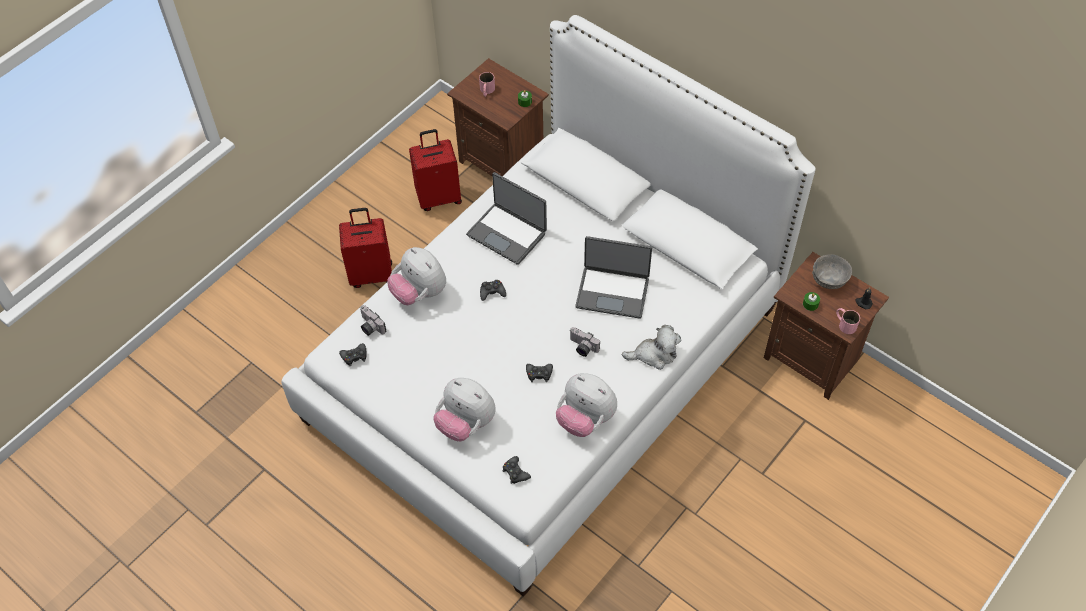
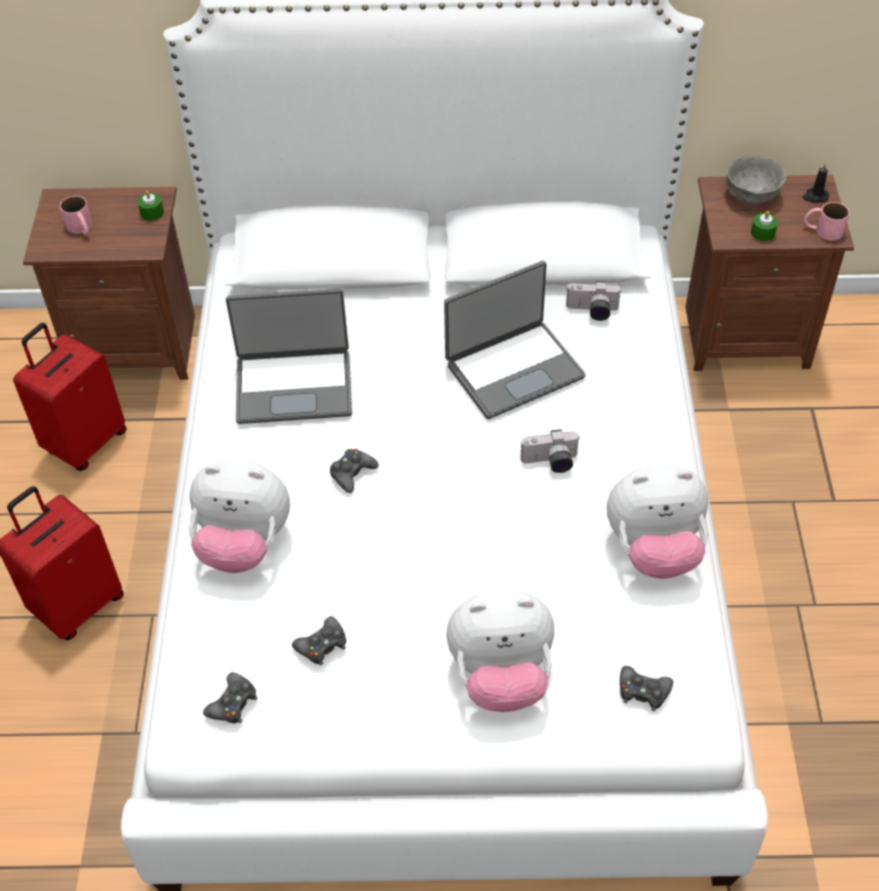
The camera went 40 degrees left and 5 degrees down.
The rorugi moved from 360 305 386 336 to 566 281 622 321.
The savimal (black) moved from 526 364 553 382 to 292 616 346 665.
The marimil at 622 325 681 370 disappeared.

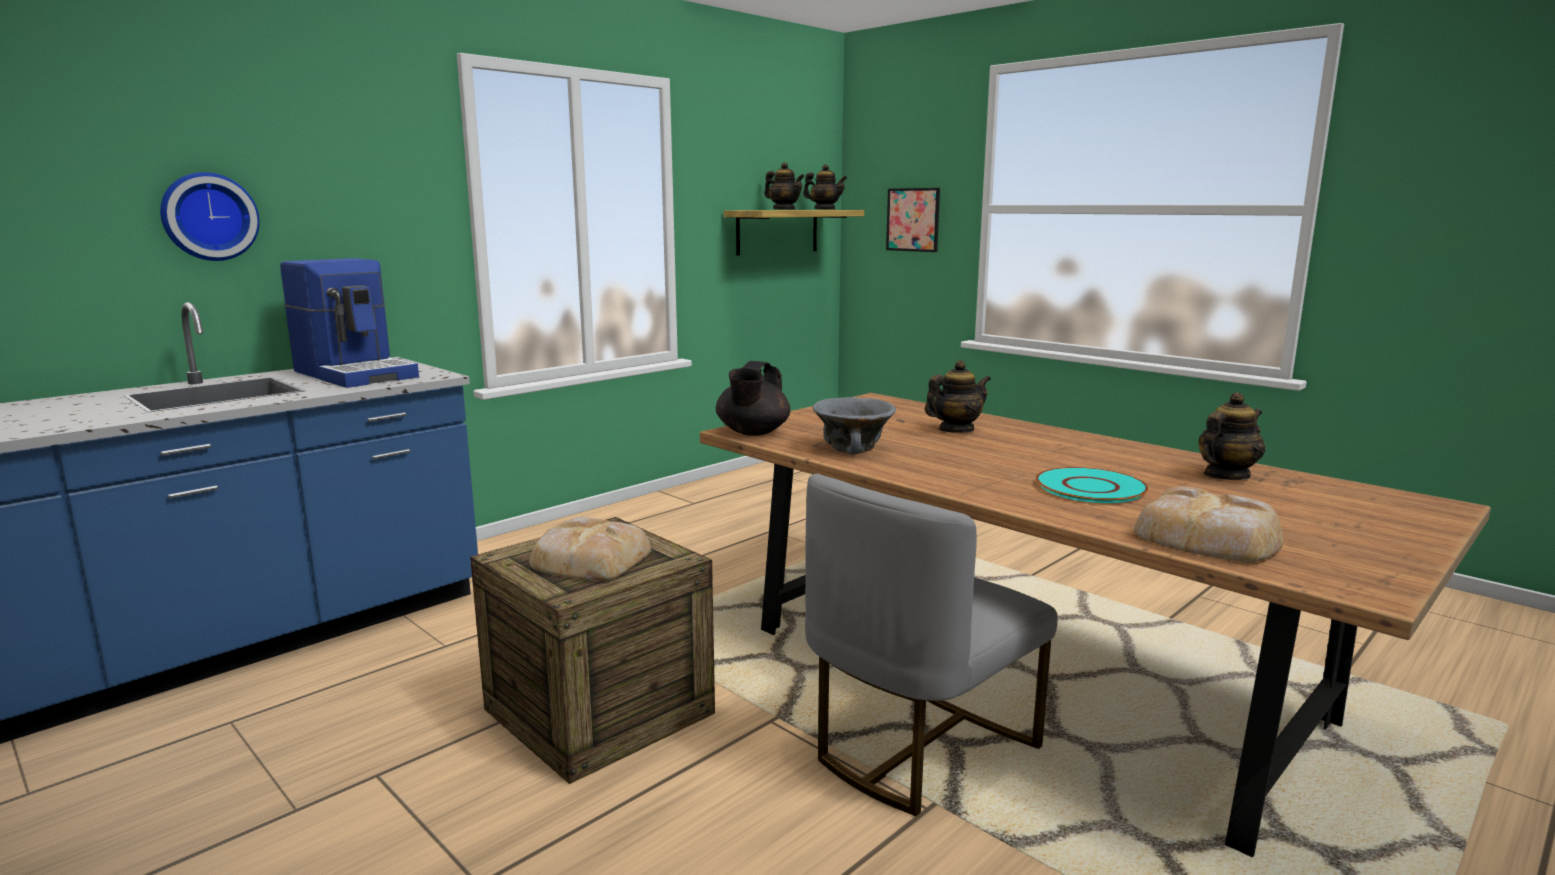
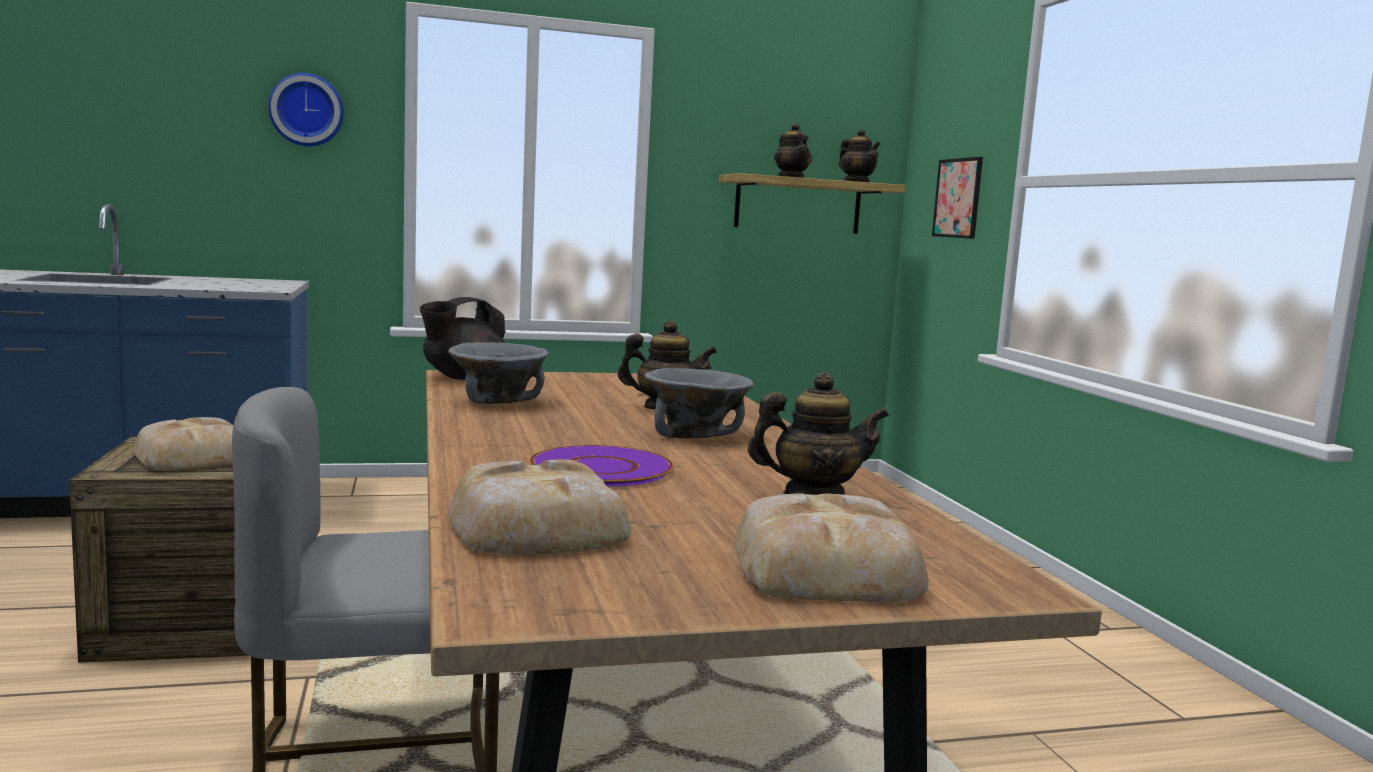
The camera went 30 degrees right and 5 degrees down.
The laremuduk moved from 160 172 260 261 to 268 73 344 146.
The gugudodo at 280 258 419 388 disappeared.
The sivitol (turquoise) at 1035 467 1149 503 became the sivitol (purple) at 530 445 673 487.
The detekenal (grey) at 644 368 754 438 appeared.
The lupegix at 735 493 928 602 appeared.

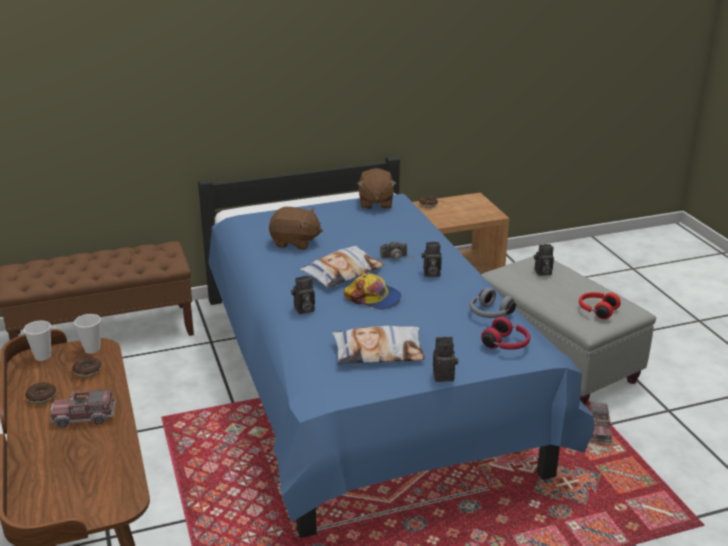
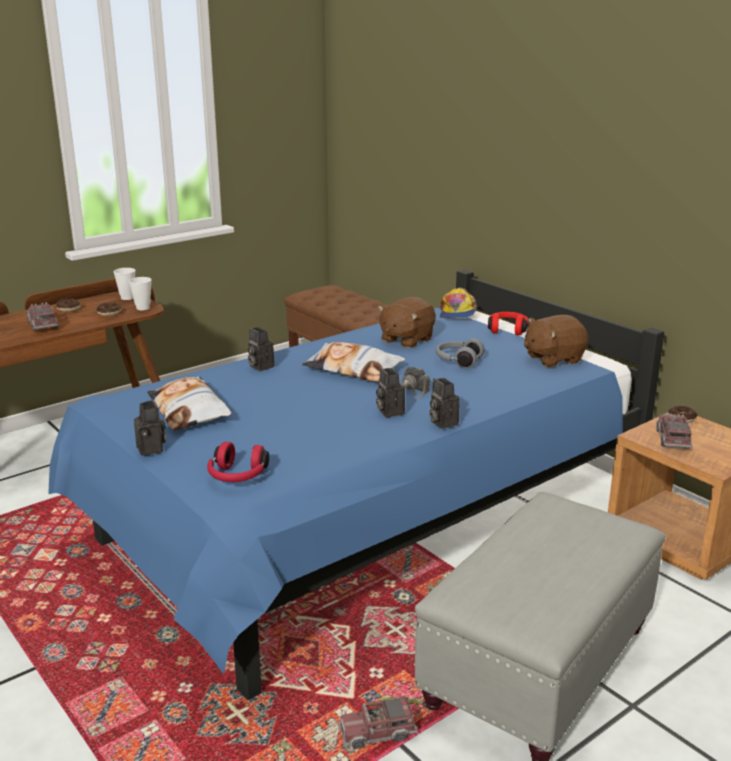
The camera went 70 degrees right and 5 degrees down.
The marimil (brown) at 269 207 323 250 turned 45 degrees clockwise.
The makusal moved from 344 273 402 310 to 440 288 477 319.
The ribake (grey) moved from 470 288 516 318 to 436 338 484 368.
The rorugi moved from 534 244 554 276 to 429 378 460 429.
The ribake (red) moved from 579 292 621 319 to 488 312 529 335.
The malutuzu at 656 414 692 449 appeared.

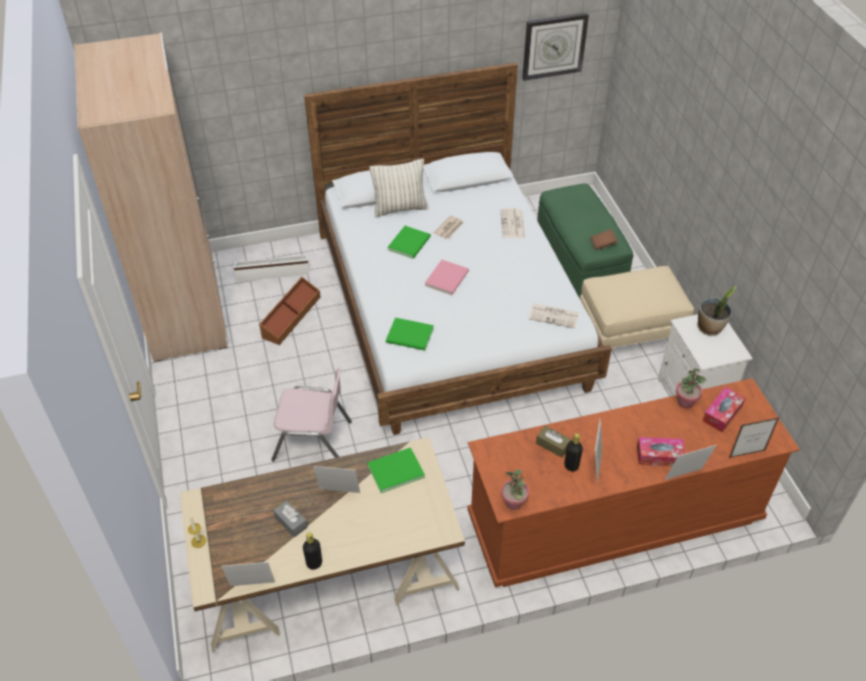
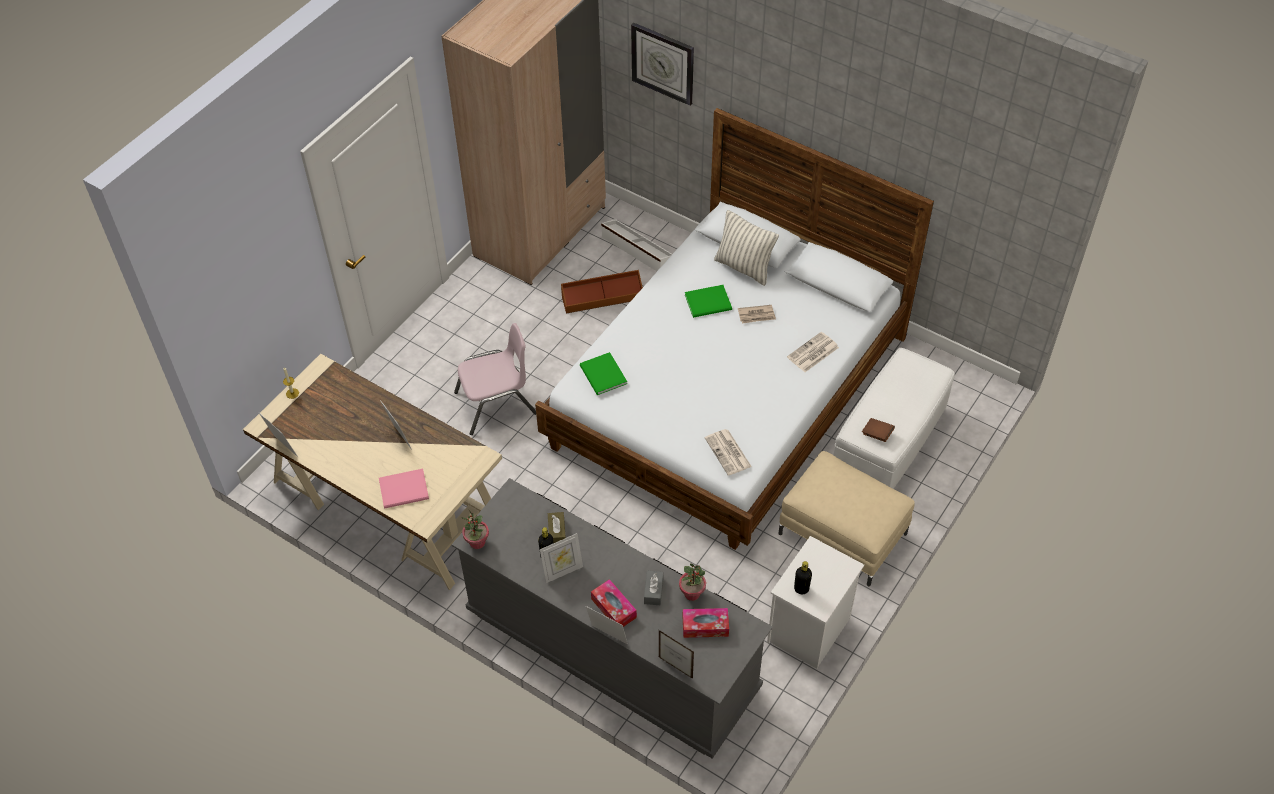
The camera went 50 degrees right and 5 degrees up.
The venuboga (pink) at 271 368 352 461 turned 75 degrees counterclockwise.
The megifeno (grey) moved from 273 501 308 537 to 644 571 663 605.
The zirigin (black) moved from 303 533 322 570 to 794 561 812 594.
The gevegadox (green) at 367 447 425 493 disappeared.
The gevegadox (pink) moved from 425 260 469 295 to 379 469 429 509.
The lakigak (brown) at 468 378 800 587 became the lakigak (grey) at 451 478 773 759.
The laremuduk moved from 522 13 589 81 to 631 23 694 106.
The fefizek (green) at 537 184 633 298 became the fefizek (white) at 833 348 955 489.
The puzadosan at 697 286 737 336 disappeared.

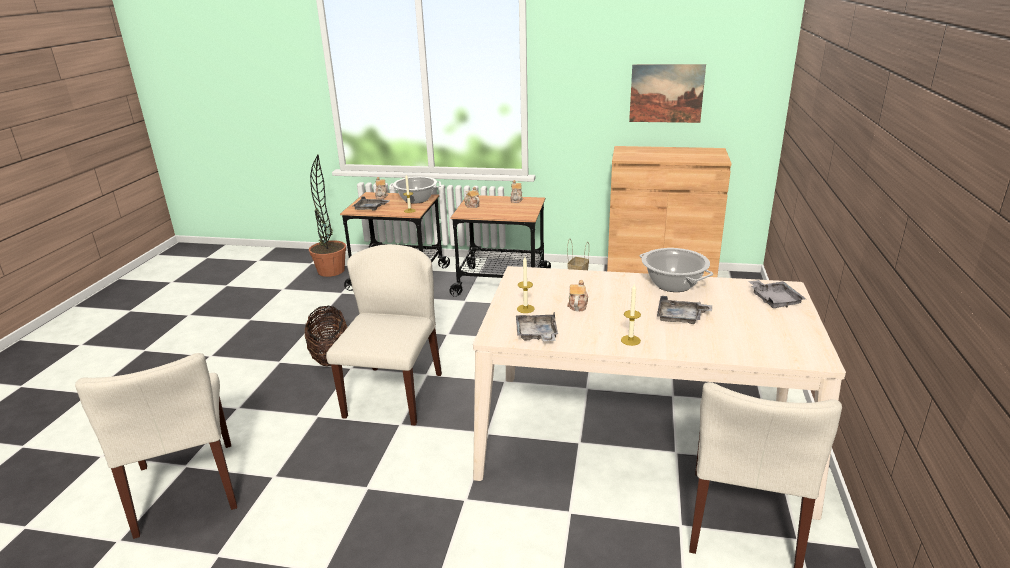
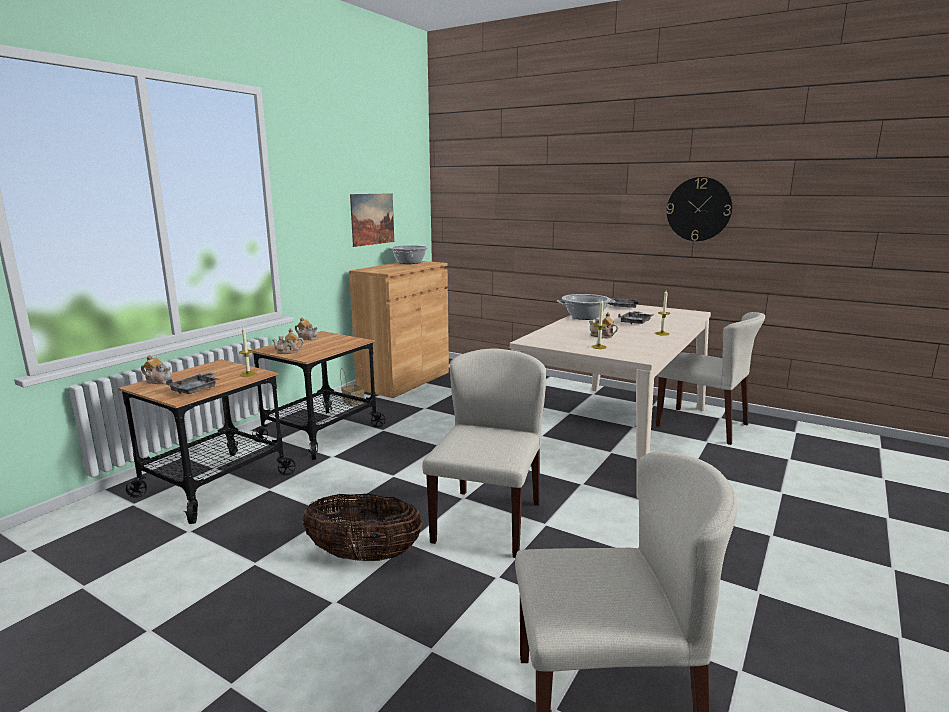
The camera went 70 degrees left and 10 degrees down.
The puzadosan at 309 154 346 277 disappeared.
The venuboga (beige) at 326 244 442 426 turned 75 degrees clockwise.
The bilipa moved from 389 177 441 204 to 390 245 429 264.
The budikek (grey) at 516 312 558 341 disappeared.
The laremuduk at 667 177 732 241 appeared.

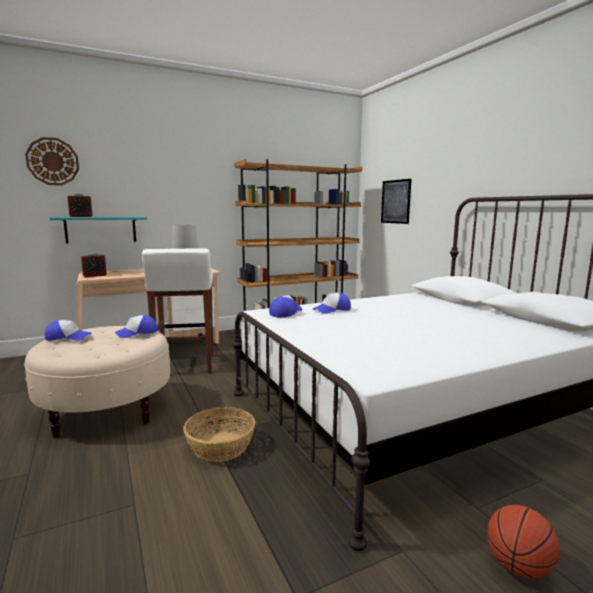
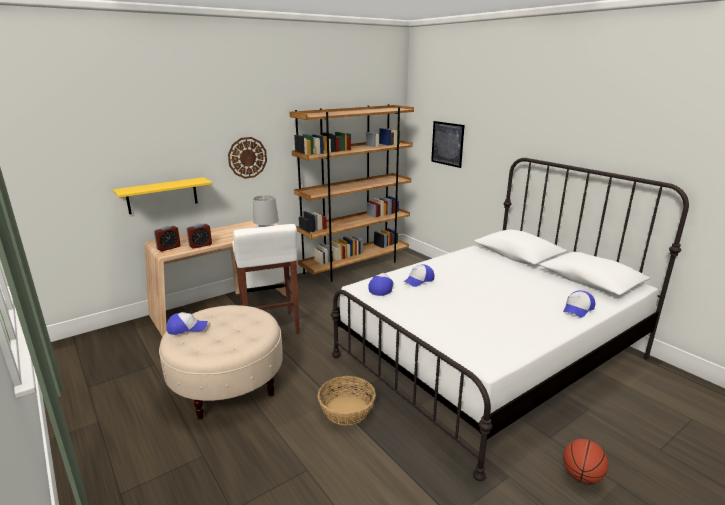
The camera went 10 degrees left and 10 degrees up.
The laremuduk moved from 25 137 79 185 to 228 137 267 179.
The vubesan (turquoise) at 50 217 147 244 became the vubesan (yellow) at 113 177 212 214.
The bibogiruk moved from 67 193 92 217 to 186 223 212 249.
The makusal moved from 114 315 157 338 to 563 290 595 318.

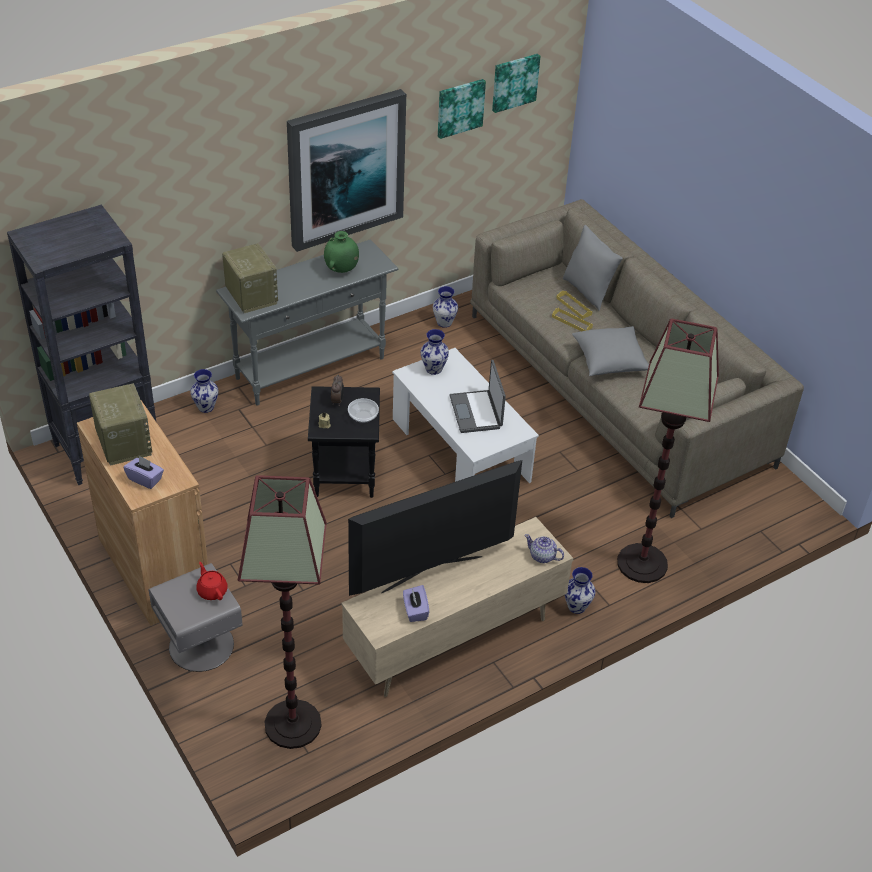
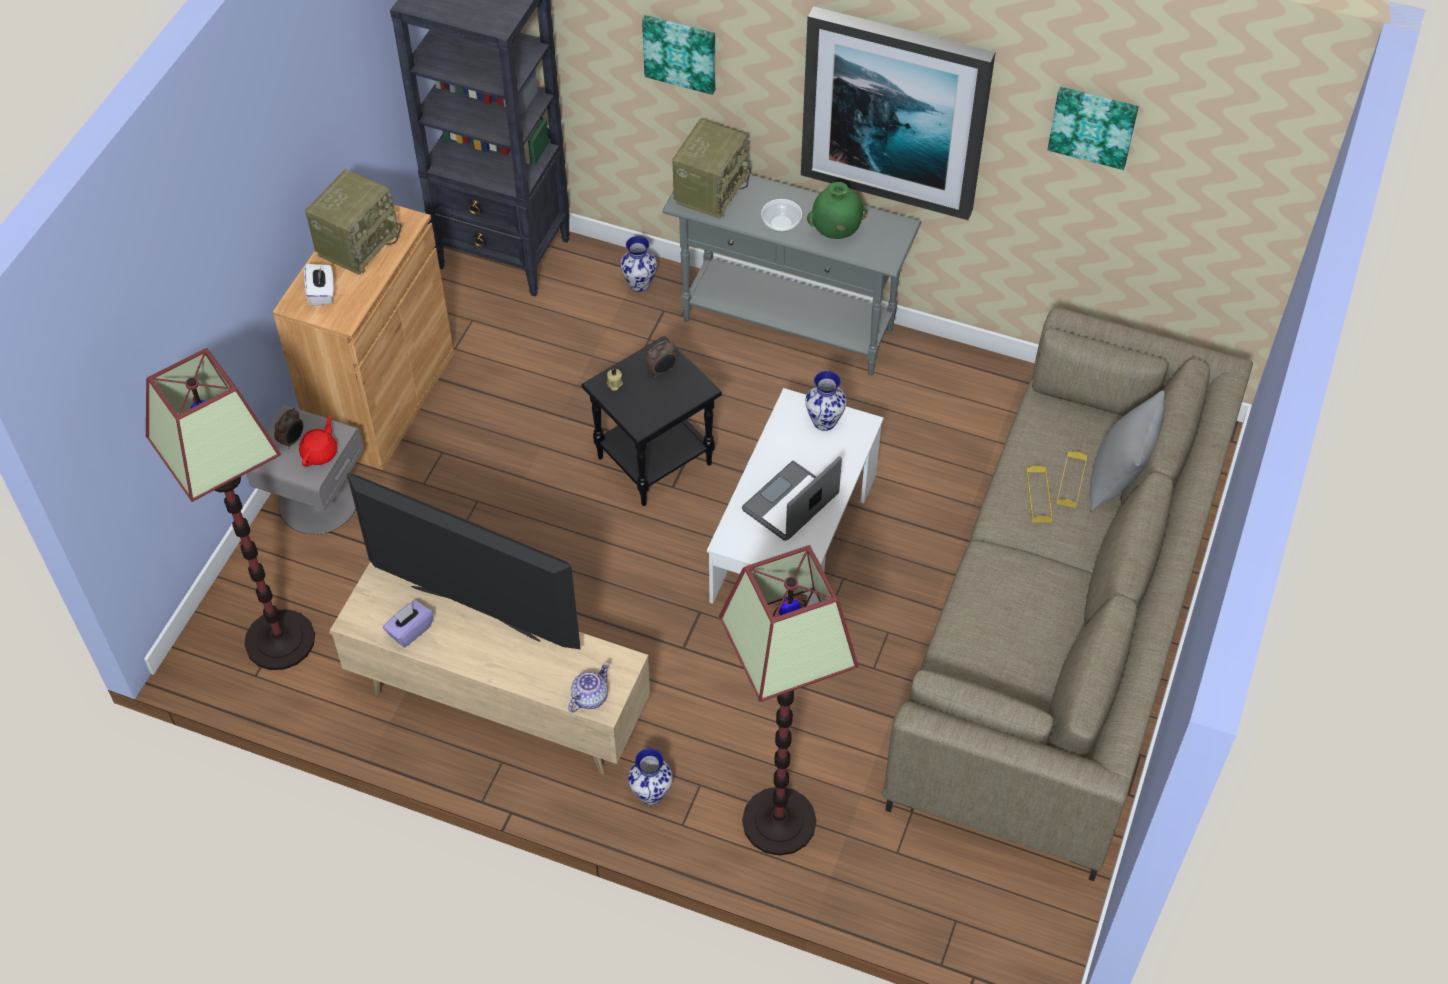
The camera went 55 degrees right and 10 degrees up.
The megifeno (purple) at 124 455 164 489 became the megifeno (white) at 304 264 334 306.
The detekenal moved from 348 398 379 423 to 761 199 802 232.
The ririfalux at 433 286 458 328 disappeared.
The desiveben moved from 492 54 540 113 to 642 15 715 95.
The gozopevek at 524 534 564 563 turned 45 degrees clockwise.
The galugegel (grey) at 572 326 649 376 disappeared.
The bibogiruk at 274 408 303 449 appeared.

